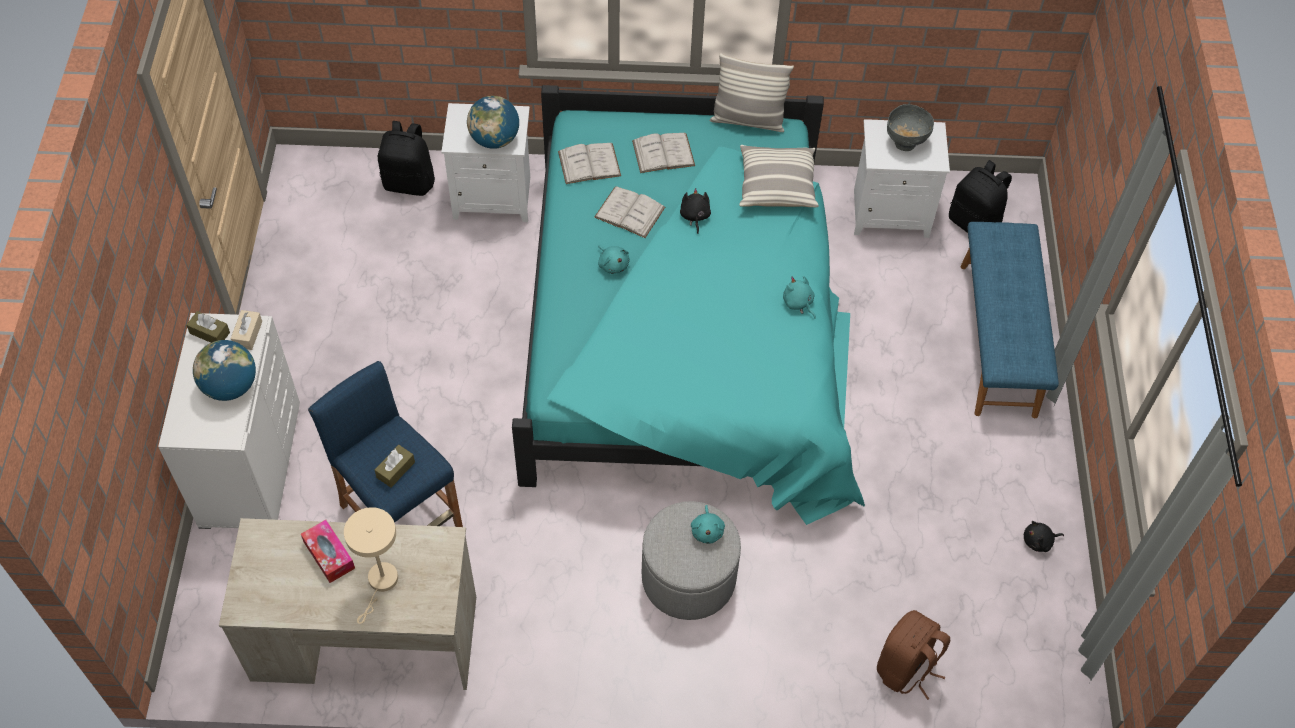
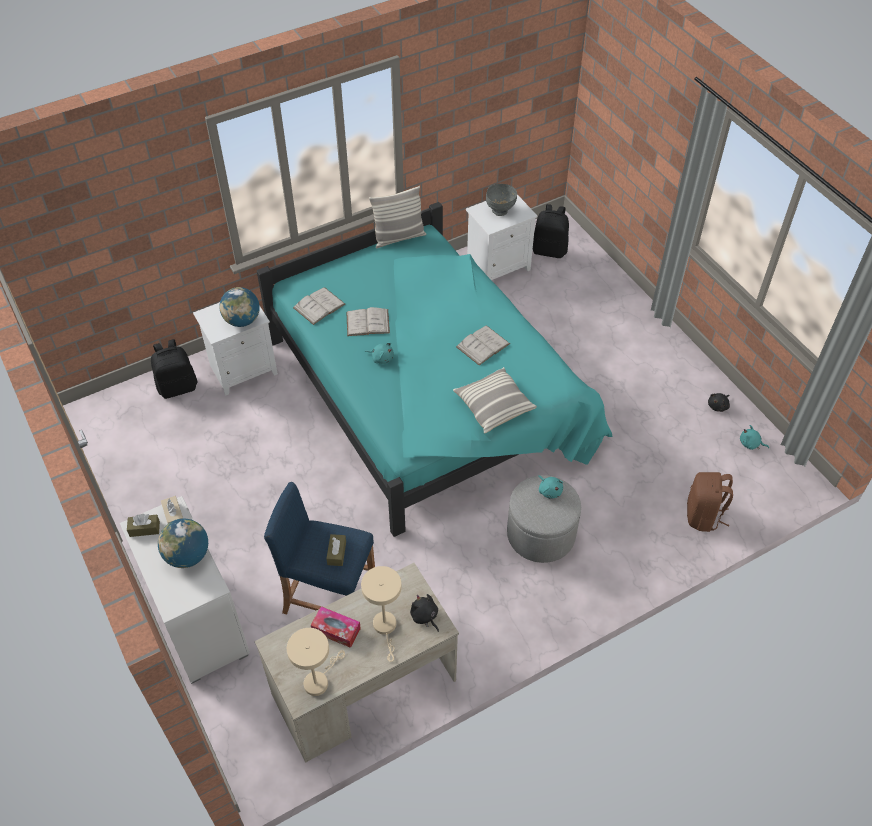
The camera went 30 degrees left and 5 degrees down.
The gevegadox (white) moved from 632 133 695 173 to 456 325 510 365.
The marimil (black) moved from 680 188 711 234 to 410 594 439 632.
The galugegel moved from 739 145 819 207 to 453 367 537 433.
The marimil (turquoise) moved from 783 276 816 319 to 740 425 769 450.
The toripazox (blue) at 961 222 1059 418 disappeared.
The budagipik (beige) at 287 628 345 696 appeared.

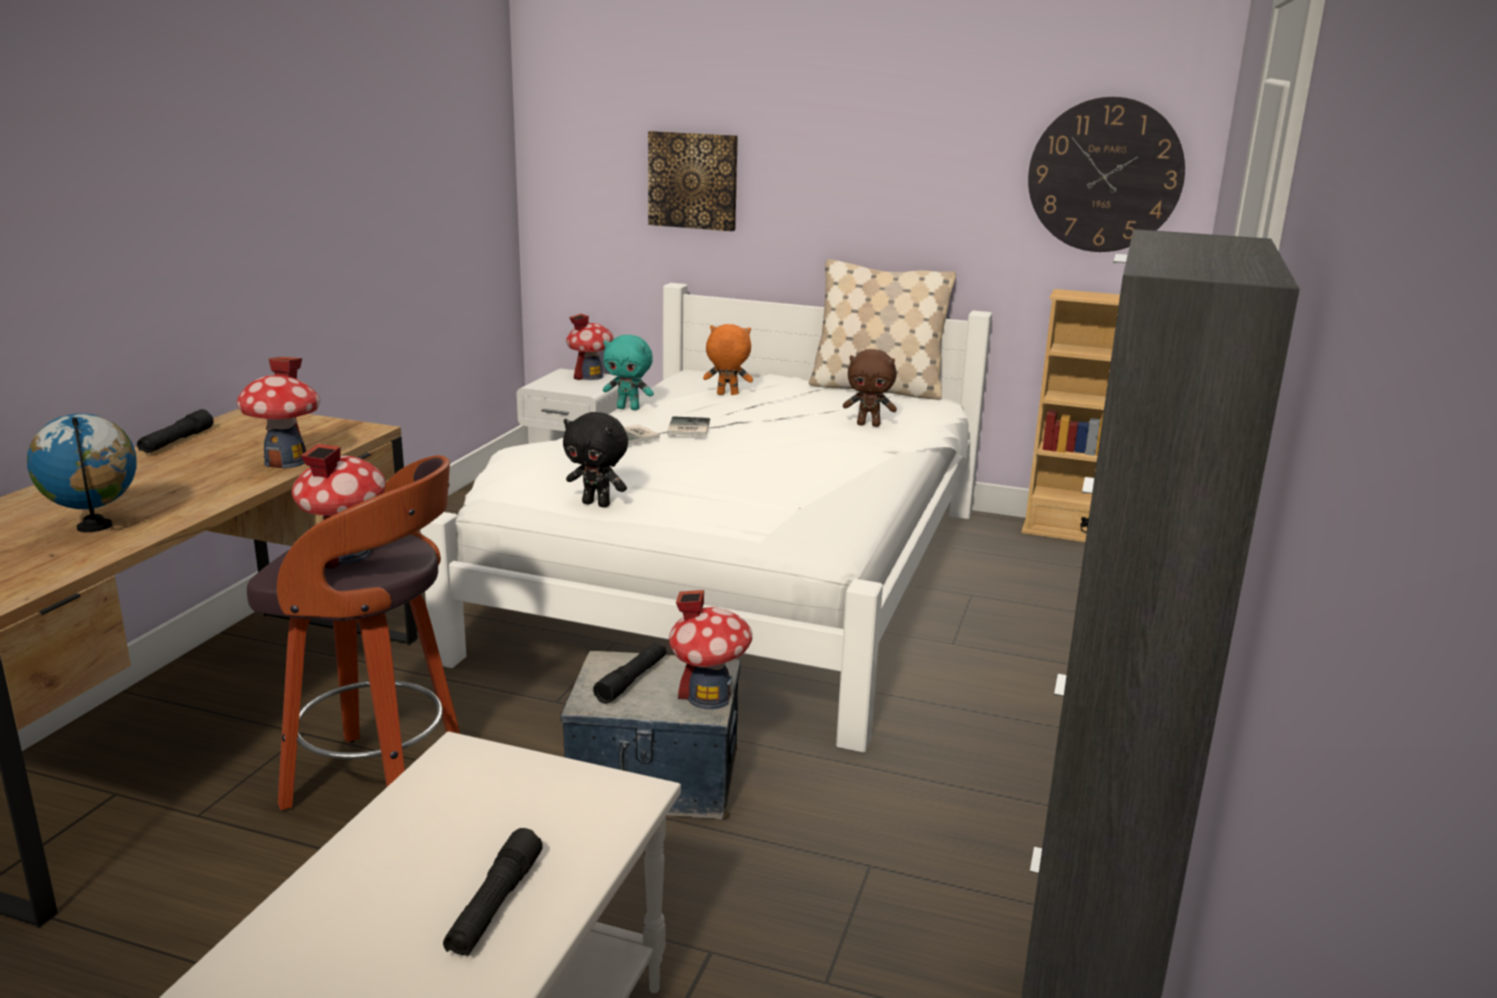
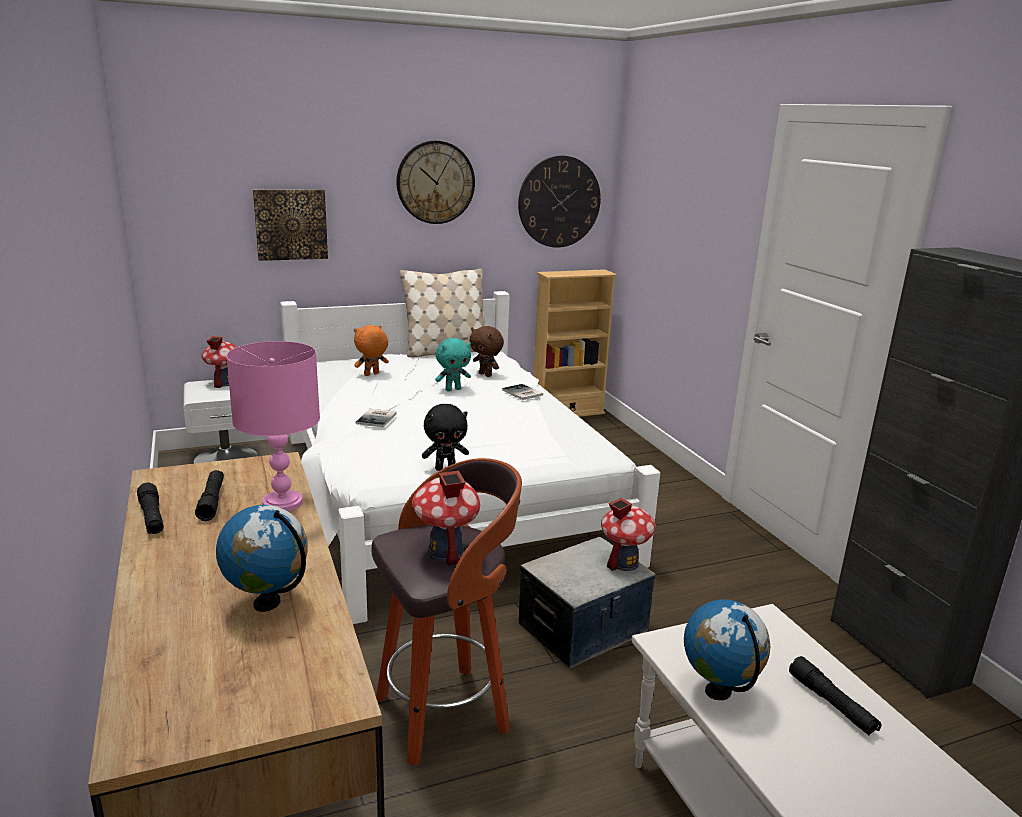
The camera went 40 degrees left and 0 degrees up.
The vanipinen at 237 357 320 469 was replaced by the budagipik (pink) at 226 341 320 512.
The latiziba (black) moved from 593 643 667 704 to 195 470 224 521.
The marimil (turquoise) moved from 603 335 654 410 to 435 338 471 391.
The gevegadox moved from 667 416 710 436 to 502 384 543 400.
The marimil (brown) at 843 349 897 427 turned 75 degrees clockwise.
The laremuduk at 396 141 475 224 appeared.
The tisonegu at 684 599 770 700 appeared.

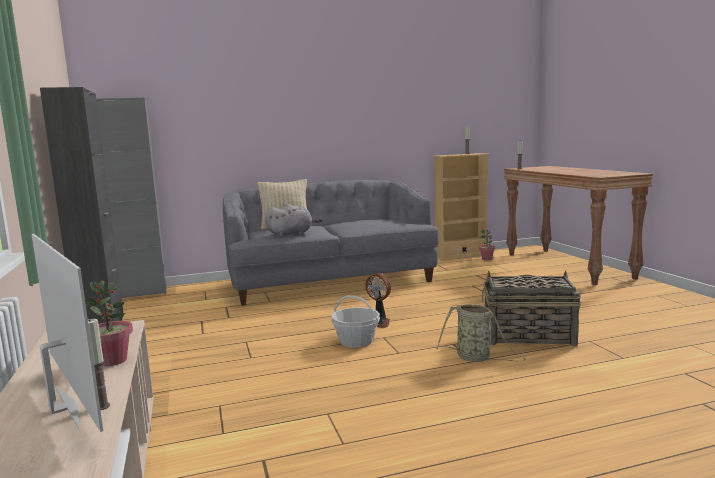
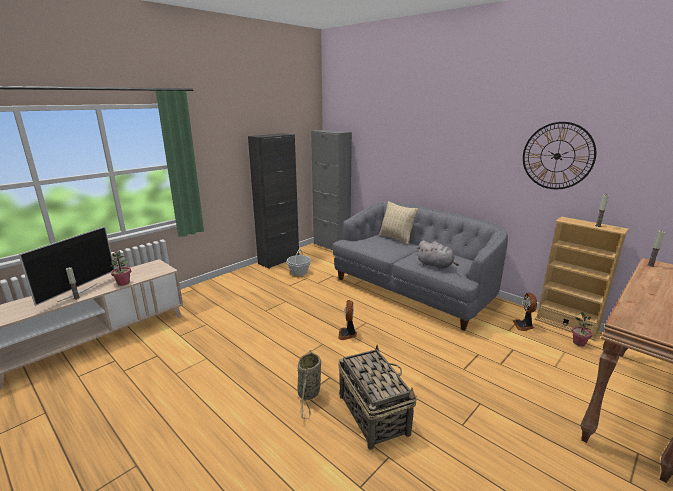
The camera went 60 degrees right and 10 degrees up.
The marimil (grey) moved from 265 203 322 237 to 416 240 459 269.
The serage moved from 331 295 380 348 to 287 249 311 276.
The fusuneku at 513 293 537 331 appeared.
The laremuduk at 523 122 596 189 appeared.

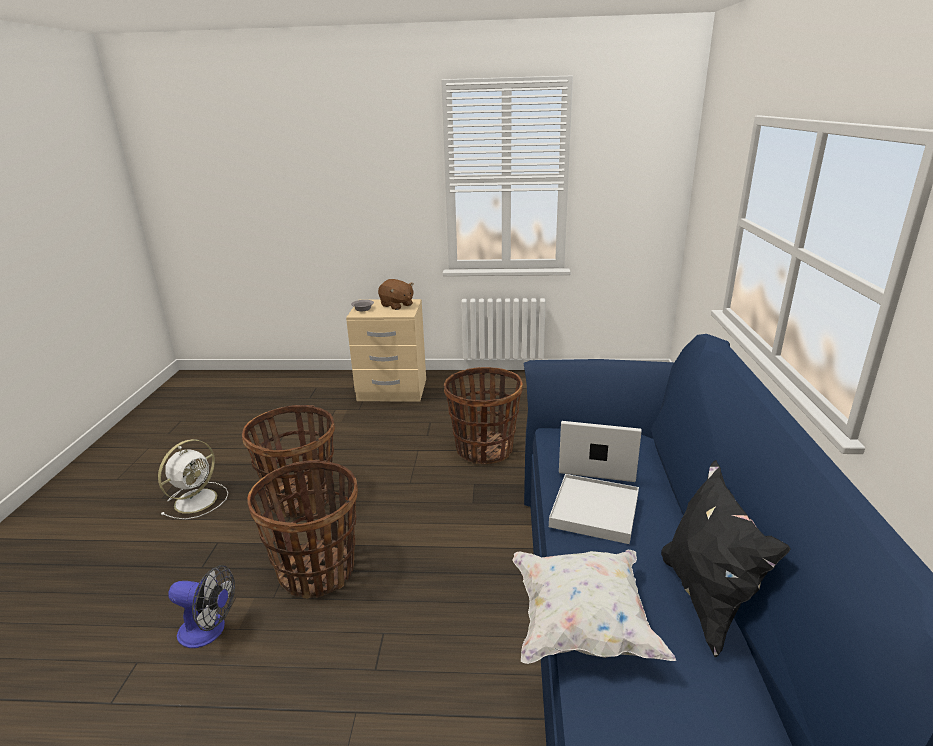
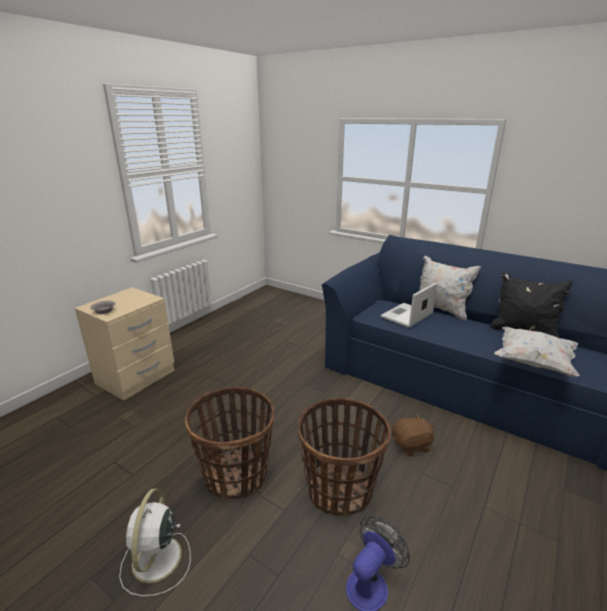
The camera went 60 degrees left and 0 degrees up.
The fusuneku (white) at 158 439 228 519 turned 150 degrees counterclockwise.
The marimil (brown) moved from 378 279 414 310 to 392 414 435 456.
The serage at 444 367 523 464 disappeared.
The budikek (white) at 549 474 639 544 disappeared.
The galugegel (white) at 420 256 481 321 appeared.

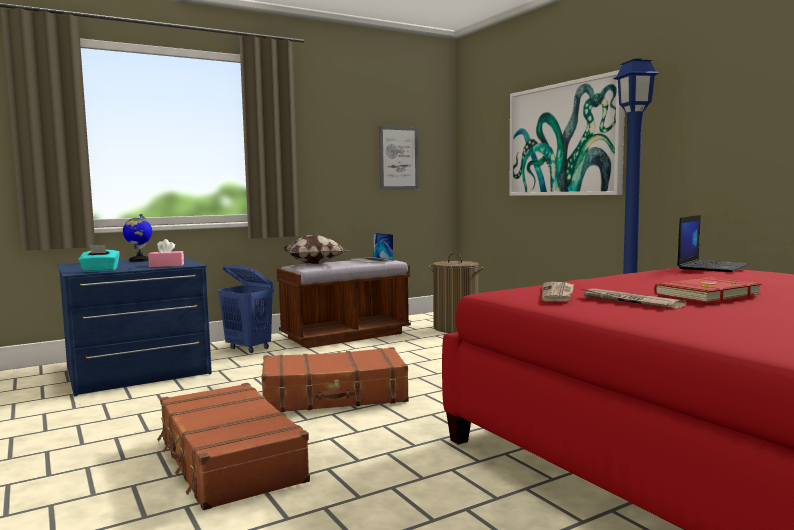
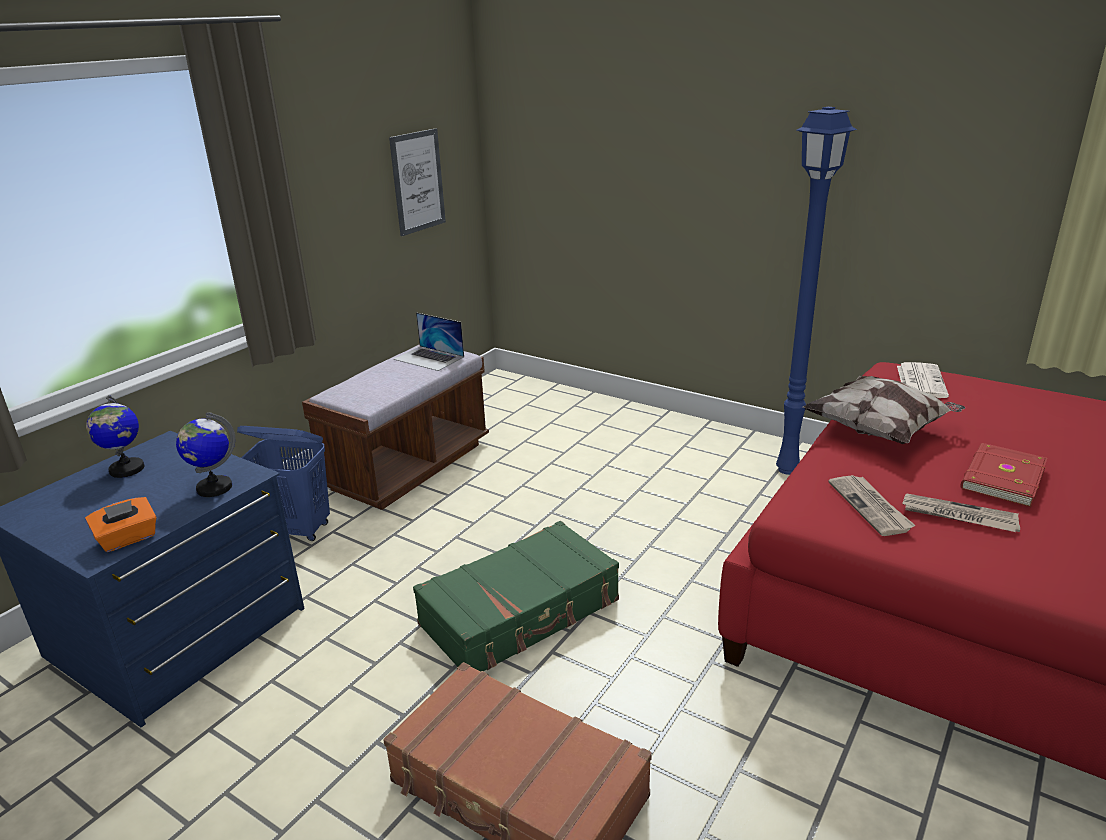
The camera went 25 degrees left and 20 degrees up.
The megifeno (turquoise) at 78 245 120 272 became the megifeno (orange) at 85 497 157 552.
The megifeno (pink) at 148 239 184 267 was replaced by the tisonegu at 176 412 235 497.
The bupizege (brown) at 262 347 409 412 became the bupizege (green) at 413 521 619 672.
The galugegel moved from 283 235 351 264 to 803 376 965 444.
The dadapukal at 429 253 484 333 disappeared.
The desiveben at 510 70 624 196 disappeared.
The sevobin at 677 215 749 272 was replaced by the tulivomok at 897 362 949 398.

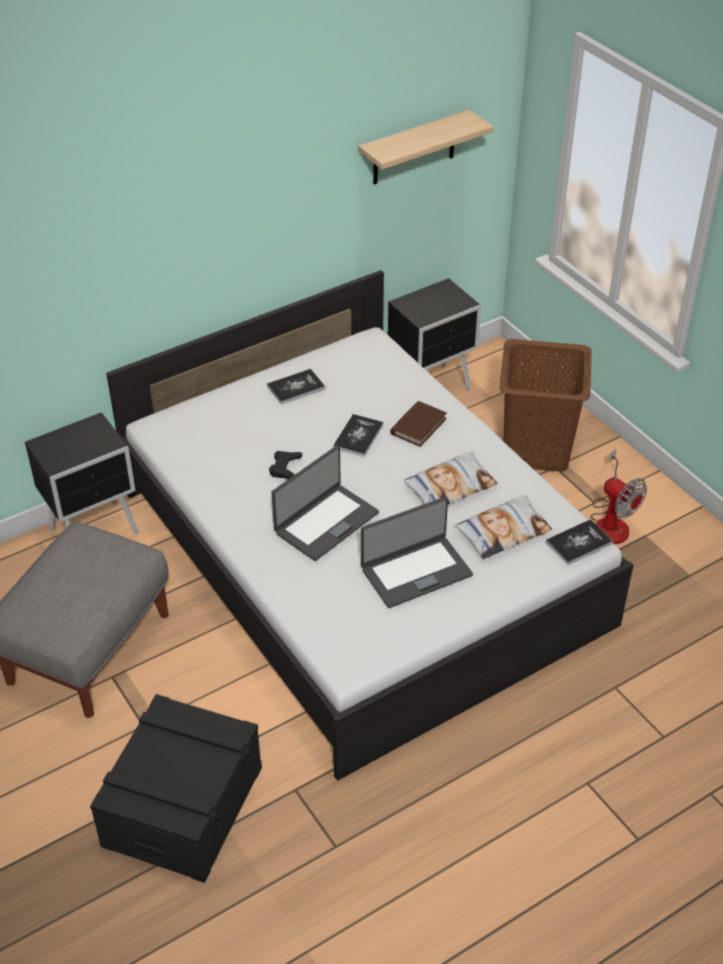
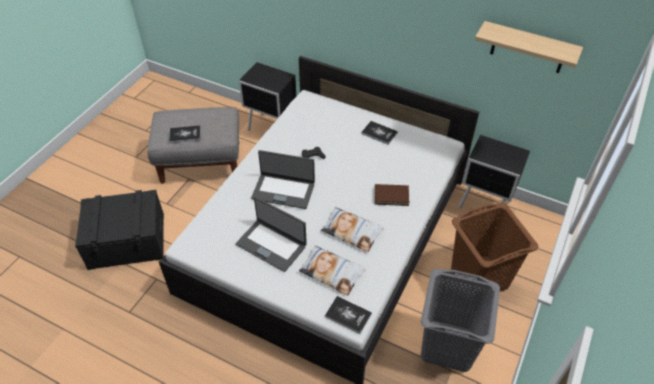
The camera went 60 degrees right and 5 degrees up.
The gevegadox moved from 333 414 383 457 to 169 126 200 143.
The fusuneku at 591 449 647 544 was replaced by the dadapukal (grey) at 421 269 500 372.

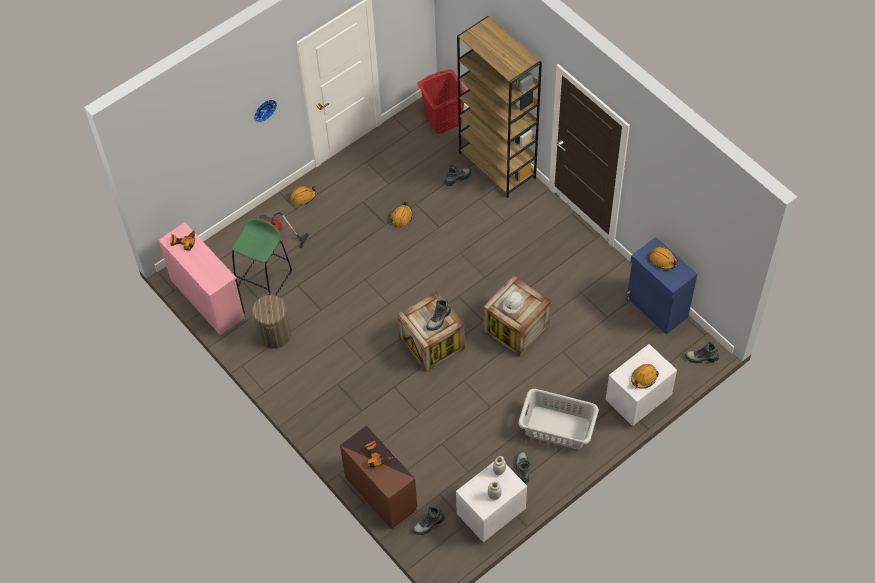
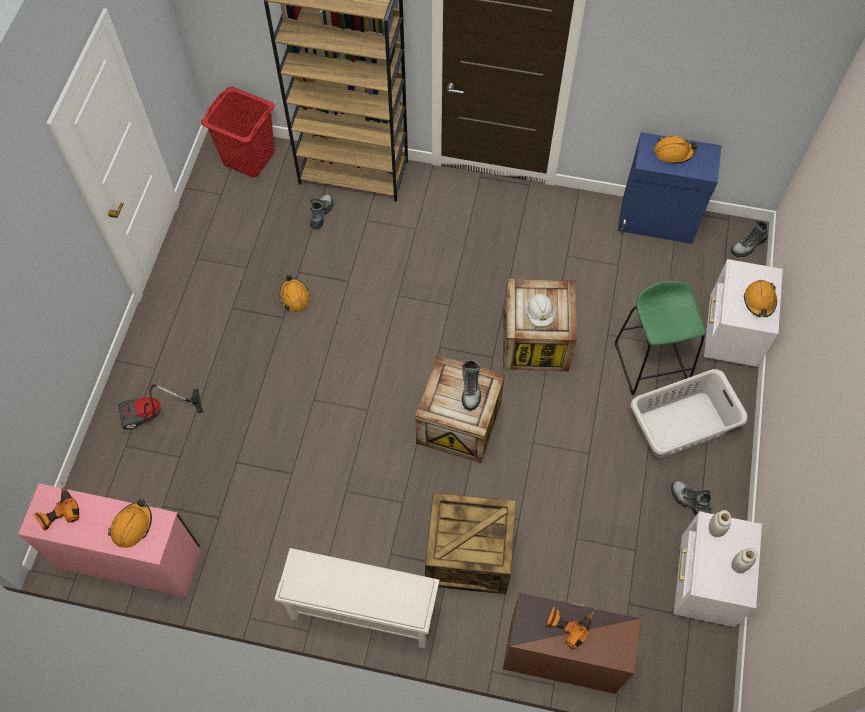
The camera went 40 degrees left and 5 degrees up.
The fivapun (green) moved from 232 219 292 296 to 615 281 706 395.
The dadapukal at 252 293 291 349 disappeared.
The laremuduk at 254 99 277 123 disappeared.
The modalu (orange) moved from 290 186 316 205 to 108 499 152 548.
The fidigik at 413 507 445 535 disappeared.
The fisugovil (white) at 275 548 440 648 appeared.
The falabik at 425 492 516 594 appeared.

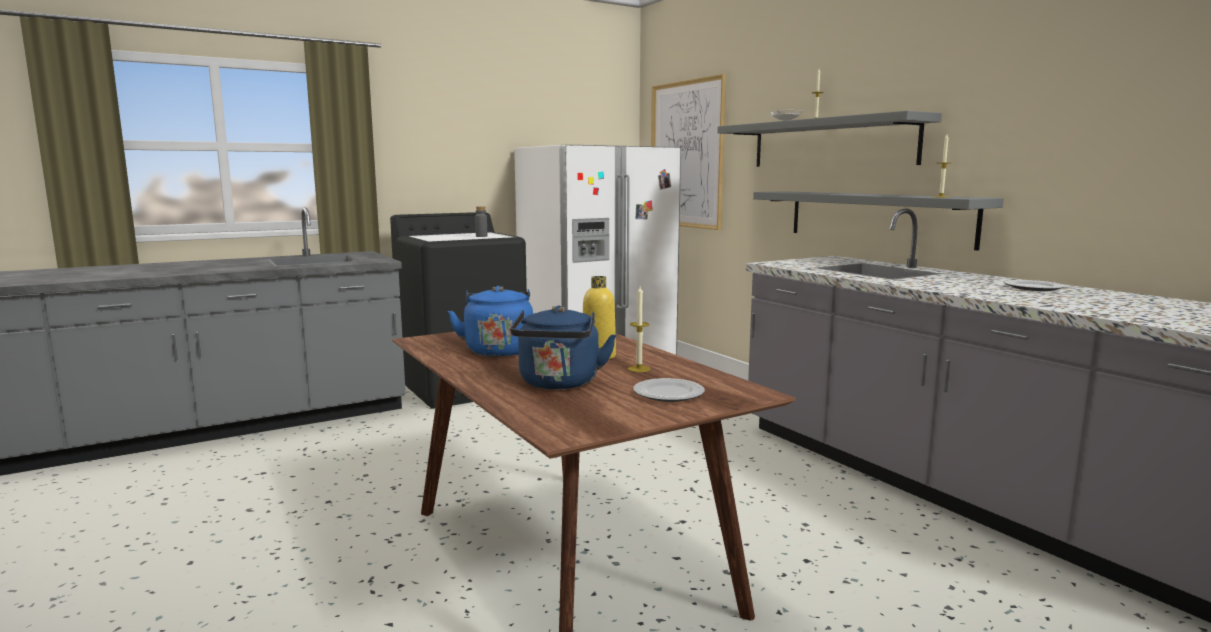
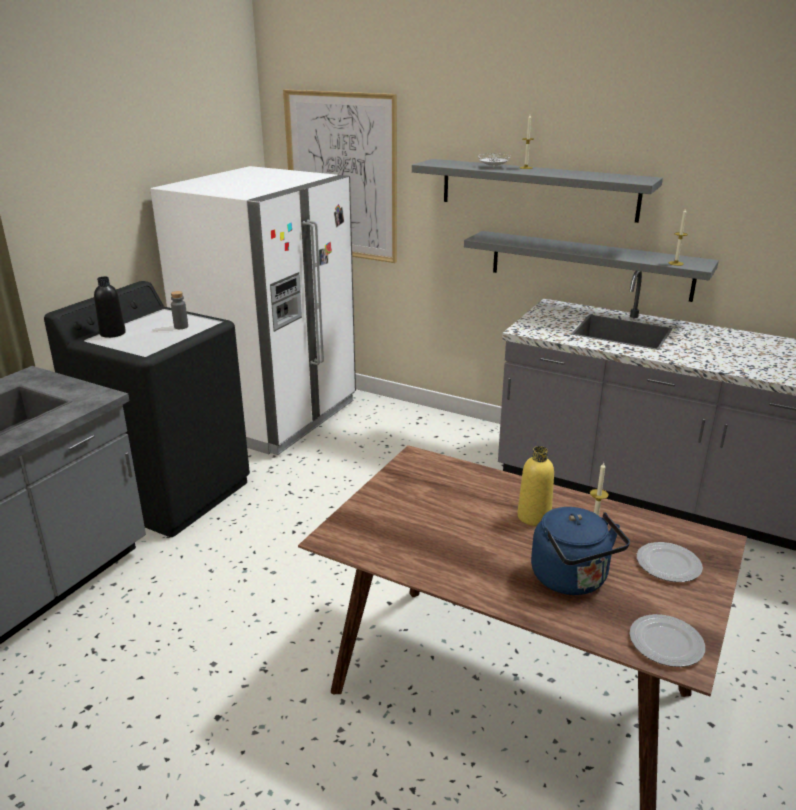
The camera went 30 degrees left and 15 degrees up.
The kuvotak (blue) at 448 286 533 357 disappeared.
The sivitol moved from 1004 280 1065 291 to 630 614 705 667.
The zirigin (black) at 94 276 126 338 appeared.

